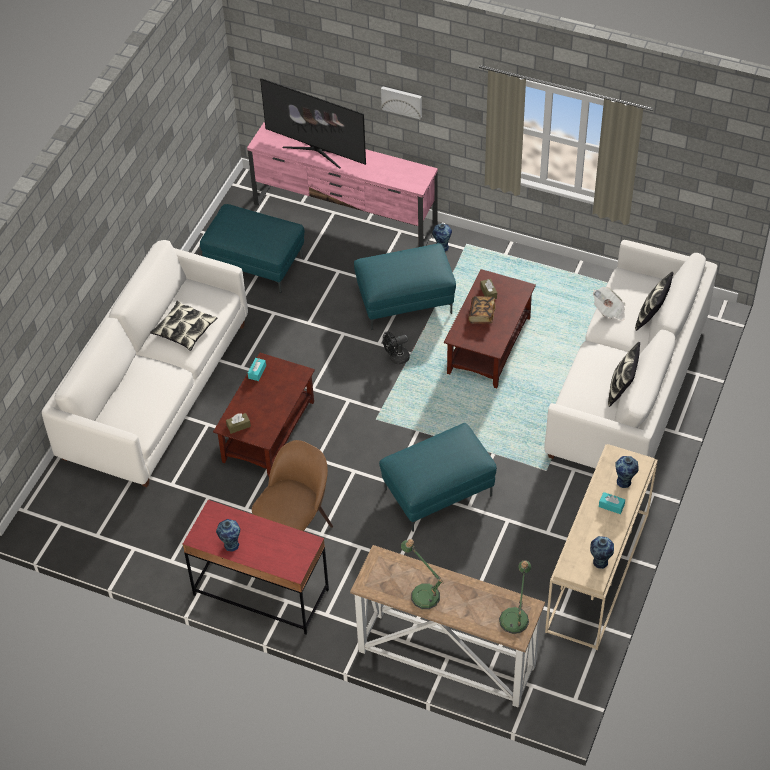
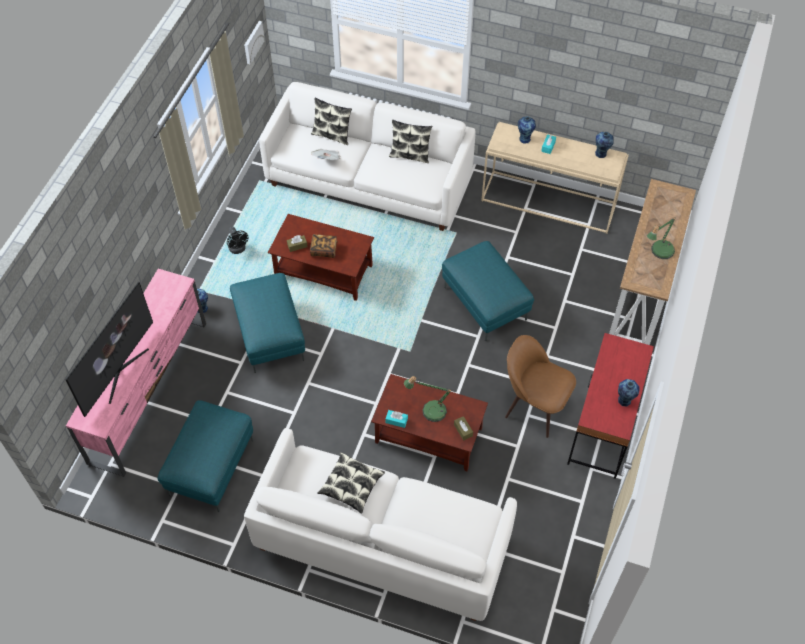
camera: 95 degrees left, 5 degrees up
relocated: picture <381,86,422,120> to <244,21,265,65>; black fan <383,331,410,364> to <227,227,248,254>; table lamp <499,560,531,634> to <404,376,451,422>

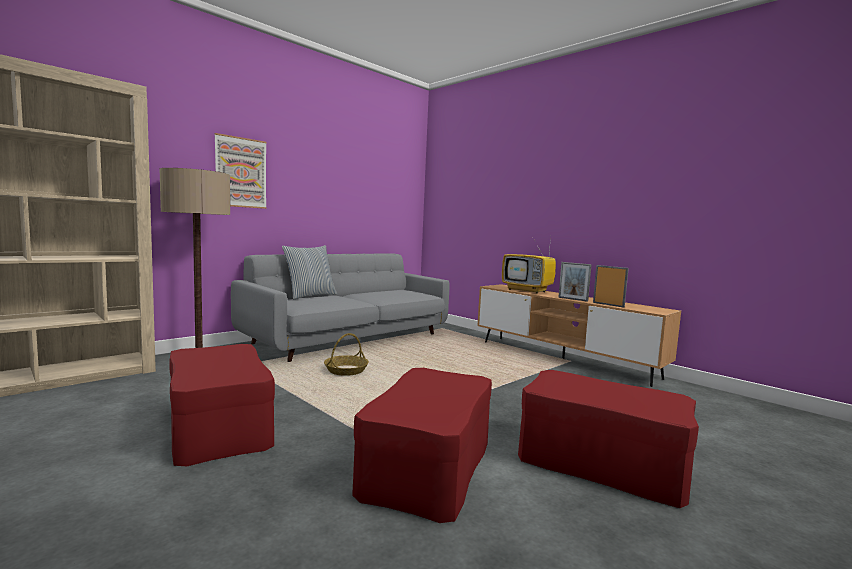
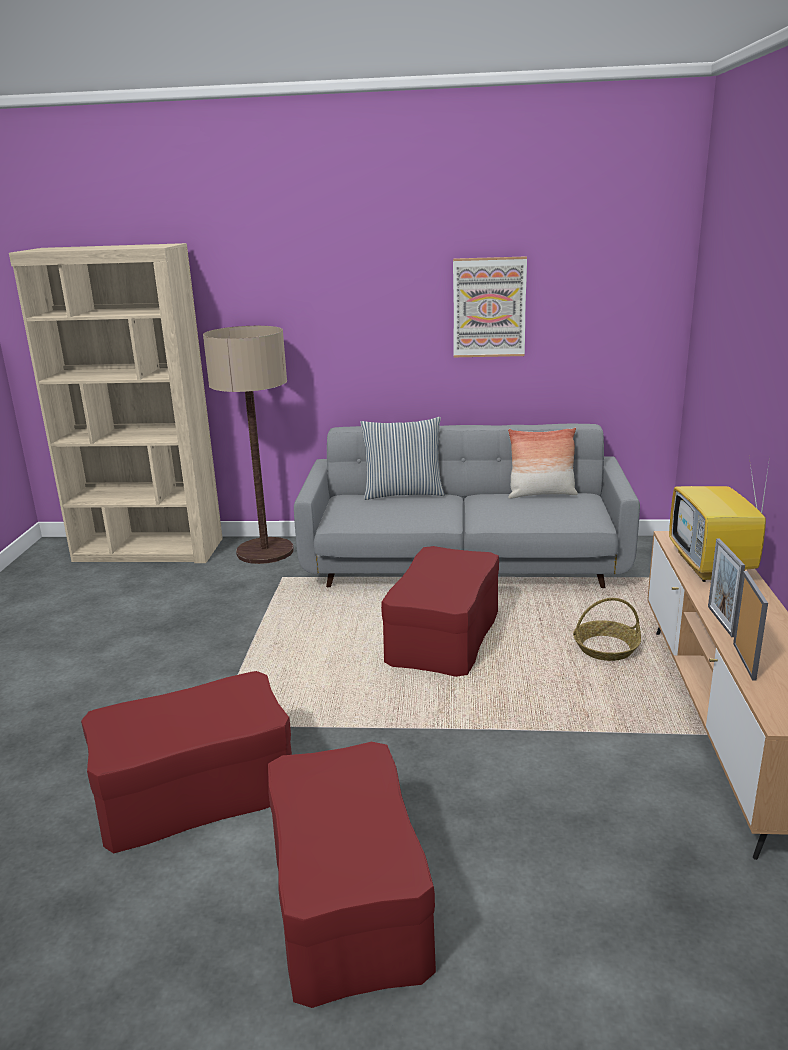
camera: 50 degrees right, 15 degrees up
appeared: pillow <508,428,578,499>
relocated: red ottoman <169,344,275,466> to <381,546,499,677>; picture <214,133,267,209> to <453,256,527,357>; basket <324,333,369,376> to <573,598,641,661>

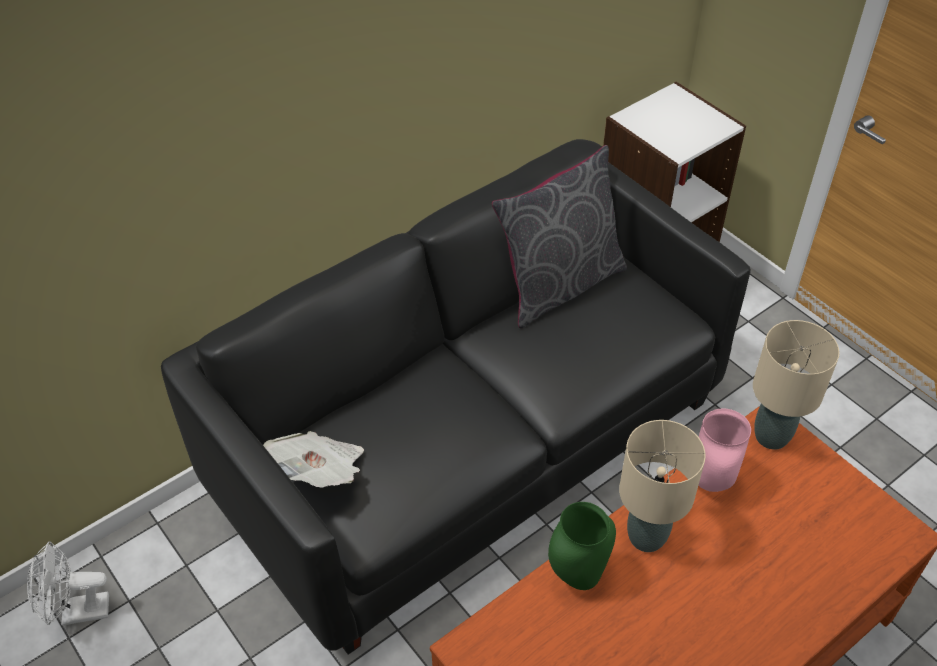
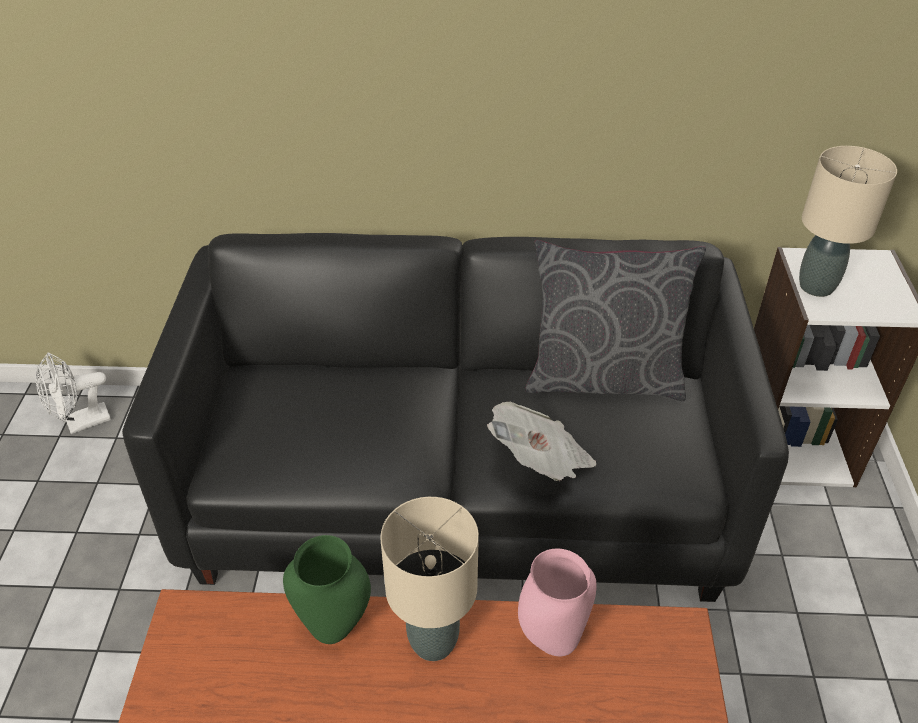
camera: 40 degrees right, 5 degrees down
relocated: newspaper <263,431,364,488> to <487,402,596,481>; beige table lamp <753,320,840,450> to <799,146,897,297>
spun: white fan <27,541,109,626> = <36,352,111,434> 60 degrees counterclockwise

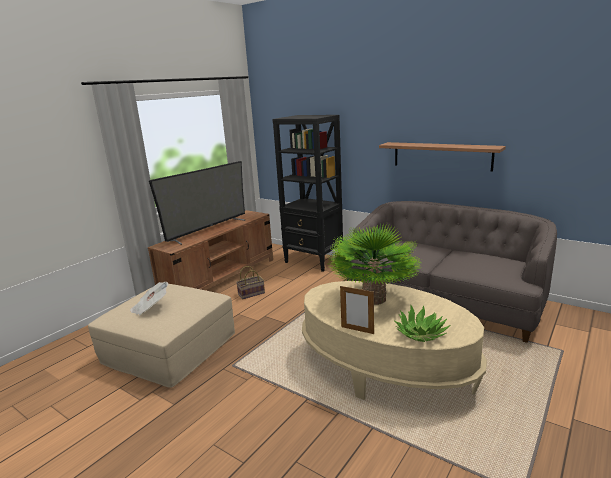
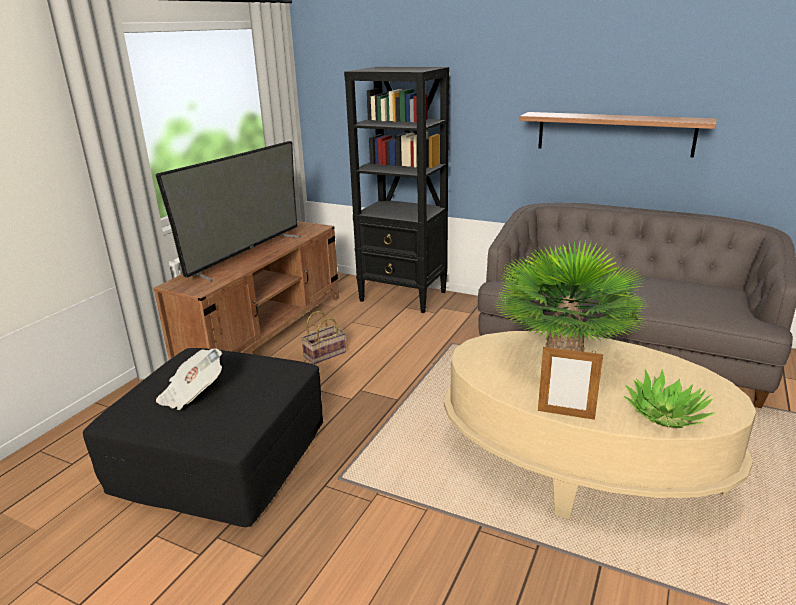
camera: 10 degrees left, 5 degrees up
colour: beige ottoman <88,284,235,388> to black ottoman <83,348,323,527>

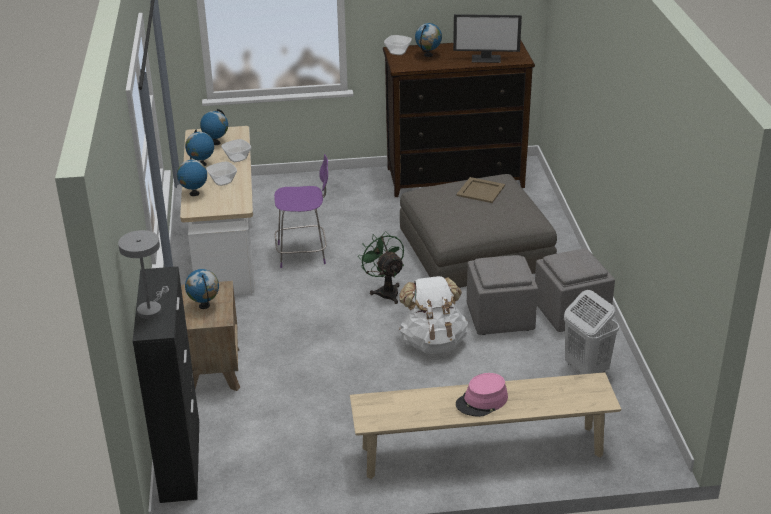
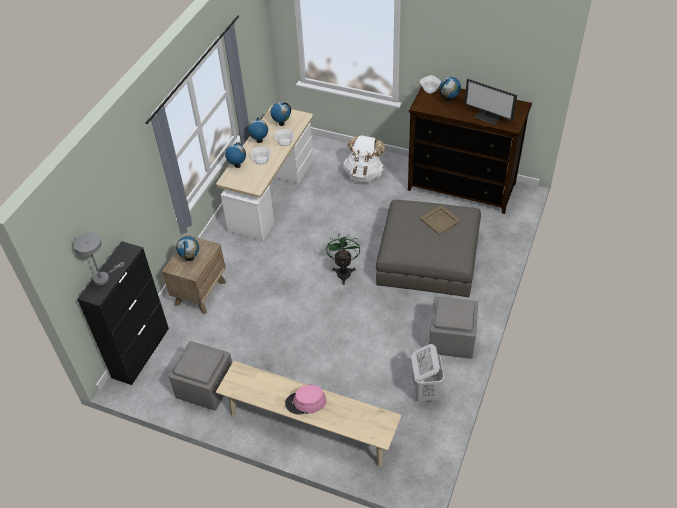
camera: 30 degrees right, 15 degrees up
missing: purple chair <274,154,328,268>
relocated: white backpack <399,276,468,354> to <343,135,385,183>; grey ottoman <467,255,538,335> to <169,341,232,410>

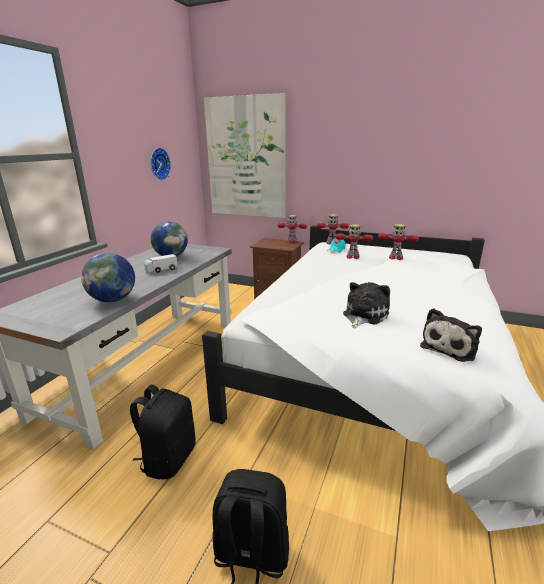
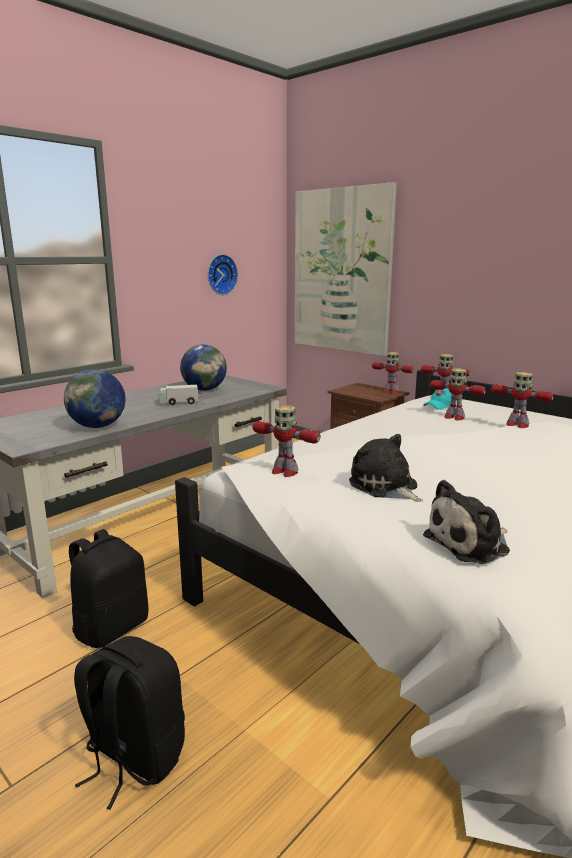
camera: 20 degrees right, 5 degrees down
appeared: toy robot <253,405,321,477>
spun: plush toy <343,282,390,328> = <349,434,423,502> 90 degrees counterclockwise

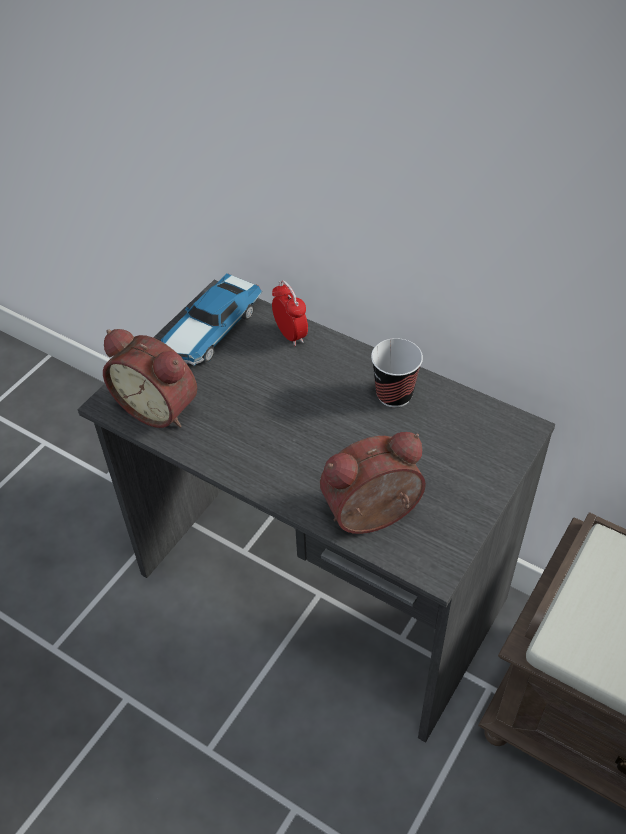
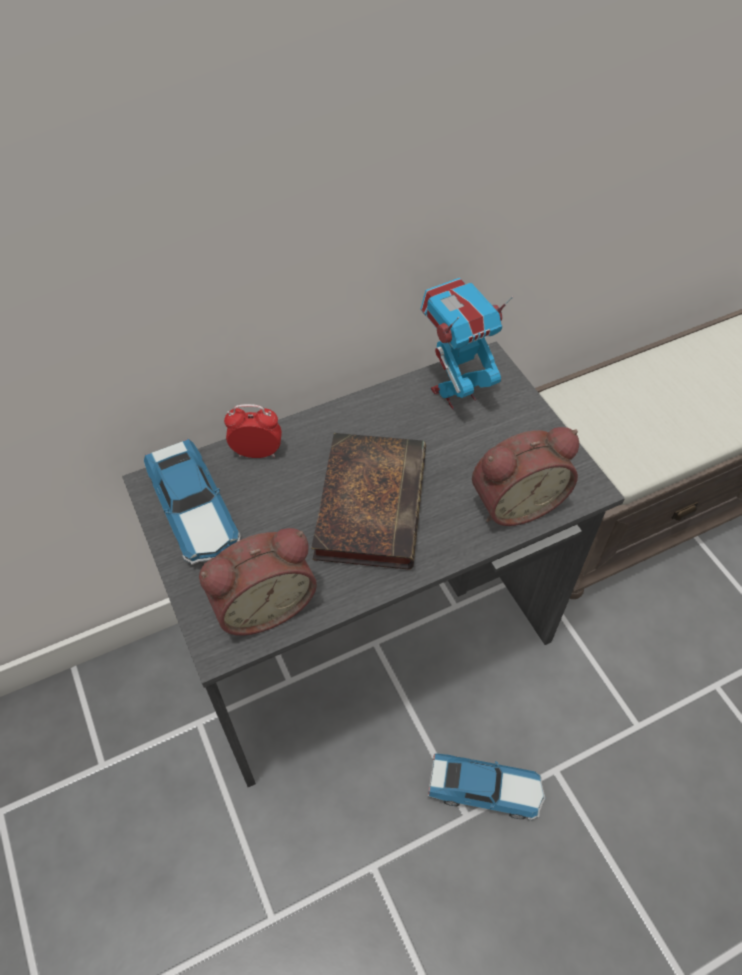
camera: 60 degrees left, 5 degrees up
missing: cup <371,338,423,408>
appeared: book <311,433,426,570>; toy robot <421,278,513,410>; toy car <428,753,545,820>
spun: alarm clock <320,432,426,534> = <472,427,579,526> 120 degrees counterclockwise

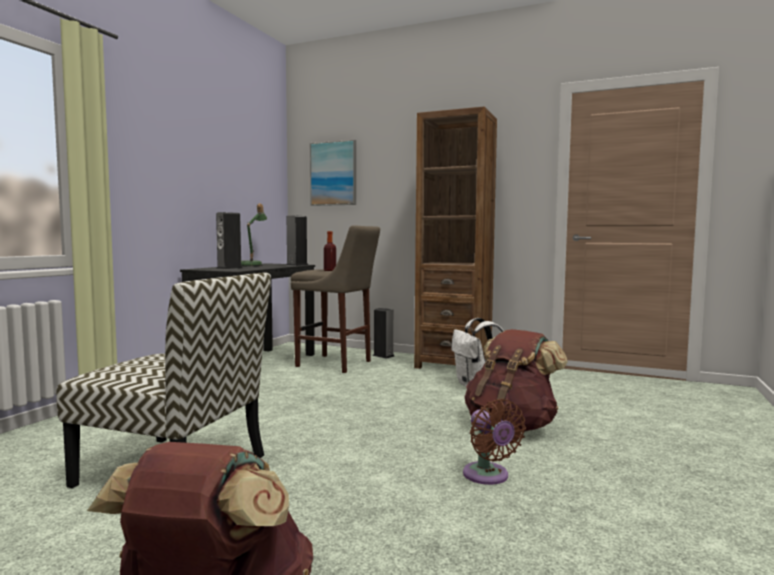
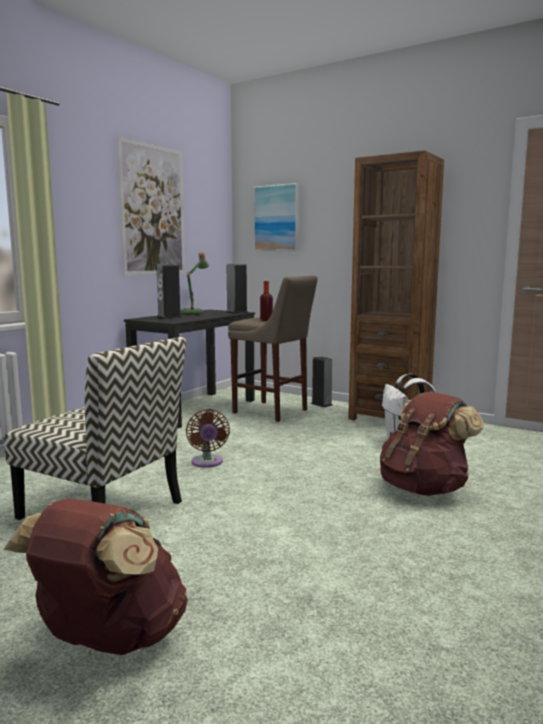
camera: 10 degrees right, 5 degrees up
appeared: picture <117,137,185,275>
relocated: brown fan <463,399,526,485> to <186,409,230,468>

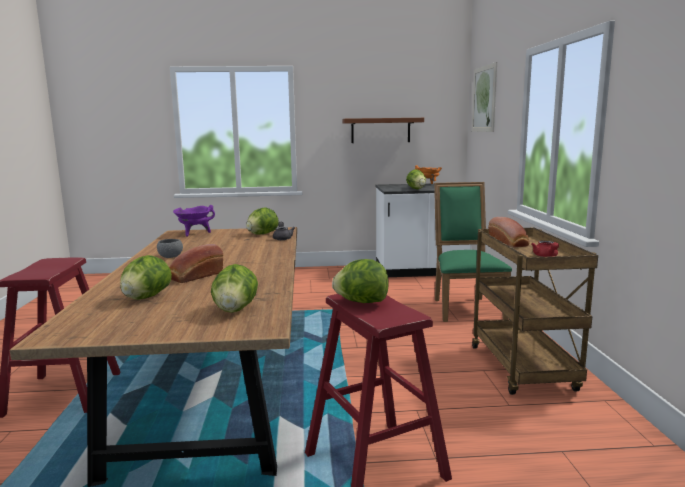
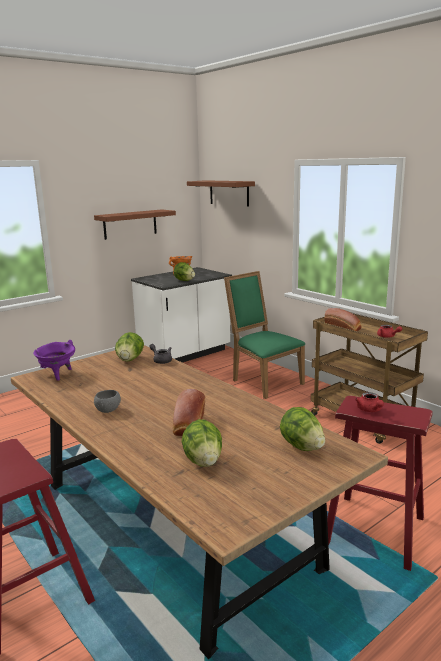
camera: 35 degrees left, 5 degrees up
exchanged: lettuce <332,259,388,303> to red teapot <355,392,384,412>; picture <472,62,497,132> to brown shelf <187,180,255,207>

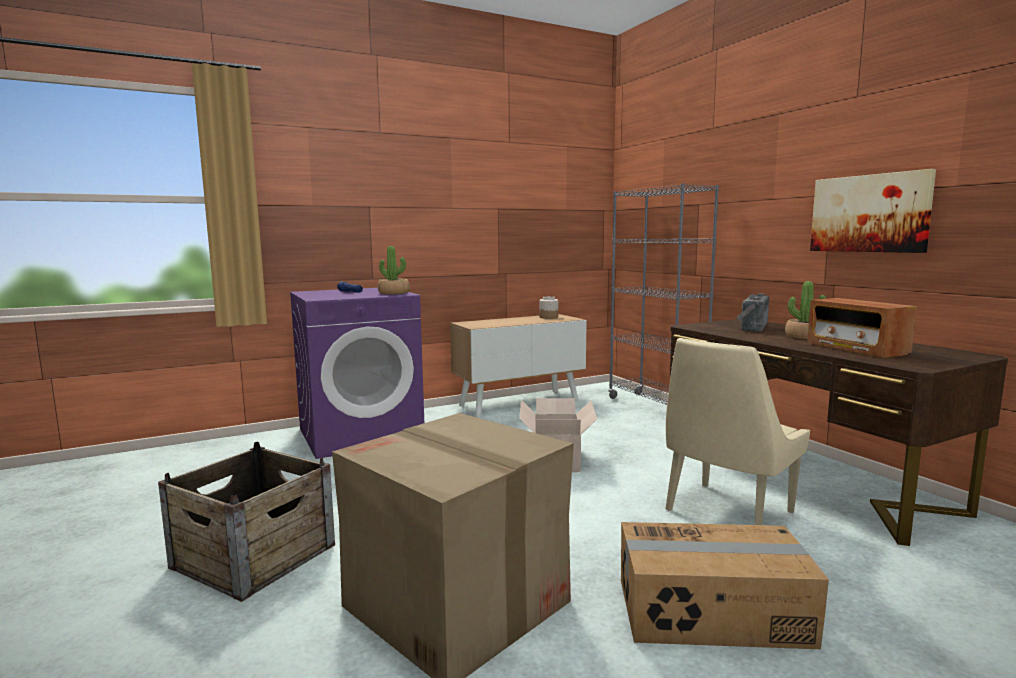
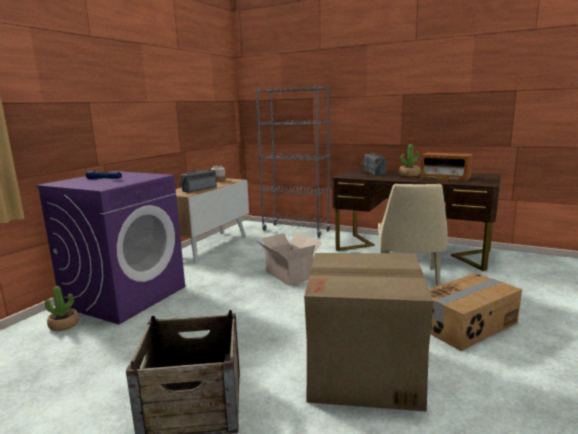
camera: 35 degrees left, 5 degrees up
missing: picture <810,169,936,253>
appeared: radio <179,169,217,193>
relocated: potted plant <378,246,410,294> to <45,286,79,331>

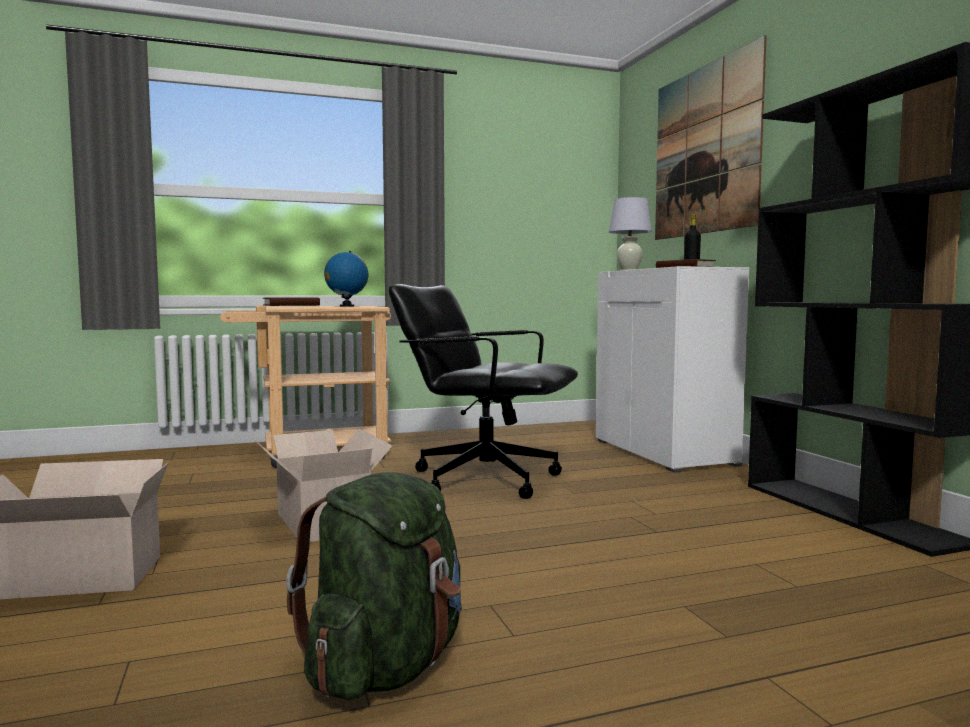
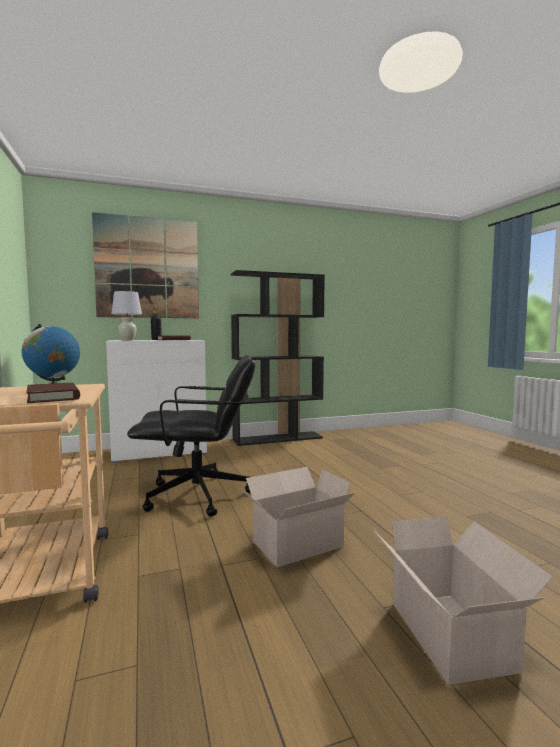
camera: 90 degrees left, 0 degrees up
missing: green backpack <286,472,462,700>
spun: black office chair <389,284,578,499> = <127,355,255,517> 120 degrees counterclockwise

